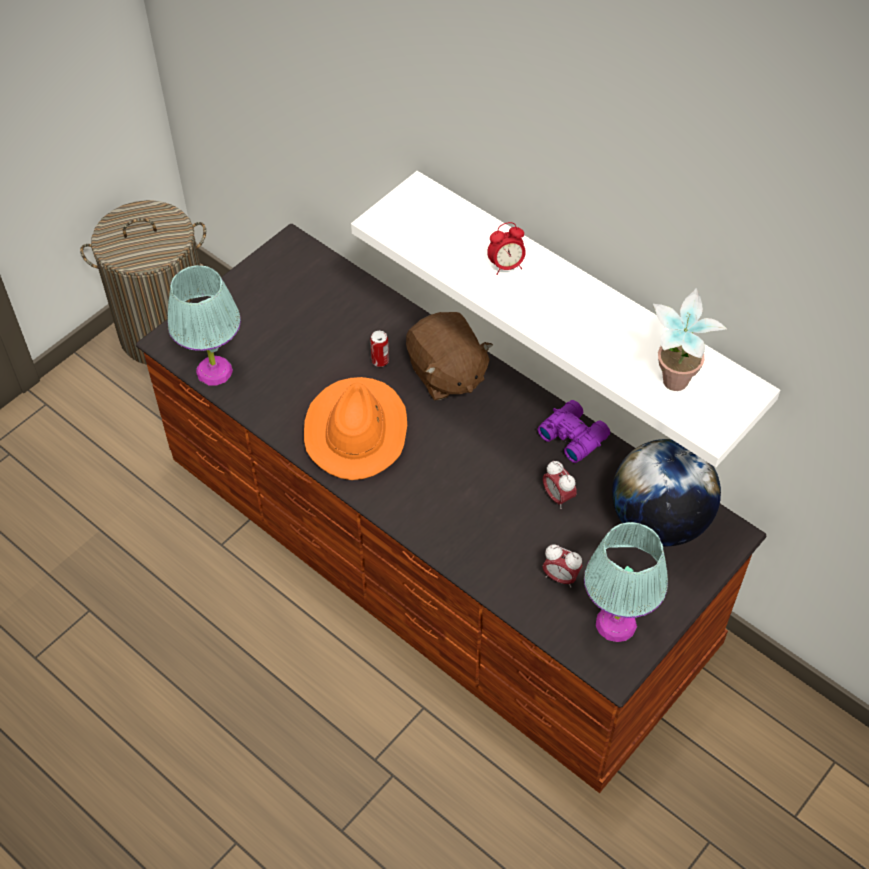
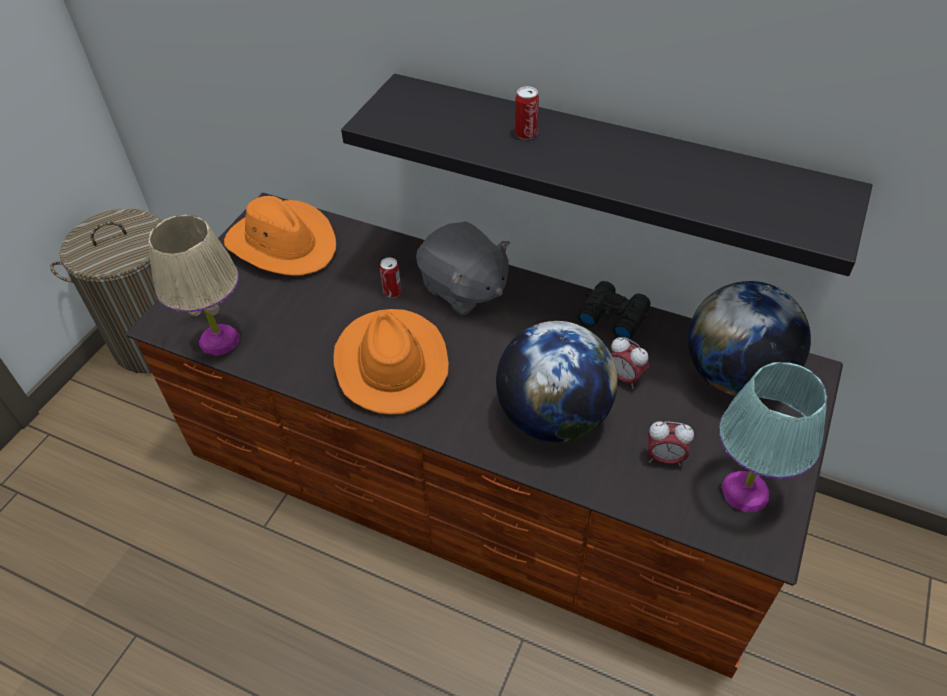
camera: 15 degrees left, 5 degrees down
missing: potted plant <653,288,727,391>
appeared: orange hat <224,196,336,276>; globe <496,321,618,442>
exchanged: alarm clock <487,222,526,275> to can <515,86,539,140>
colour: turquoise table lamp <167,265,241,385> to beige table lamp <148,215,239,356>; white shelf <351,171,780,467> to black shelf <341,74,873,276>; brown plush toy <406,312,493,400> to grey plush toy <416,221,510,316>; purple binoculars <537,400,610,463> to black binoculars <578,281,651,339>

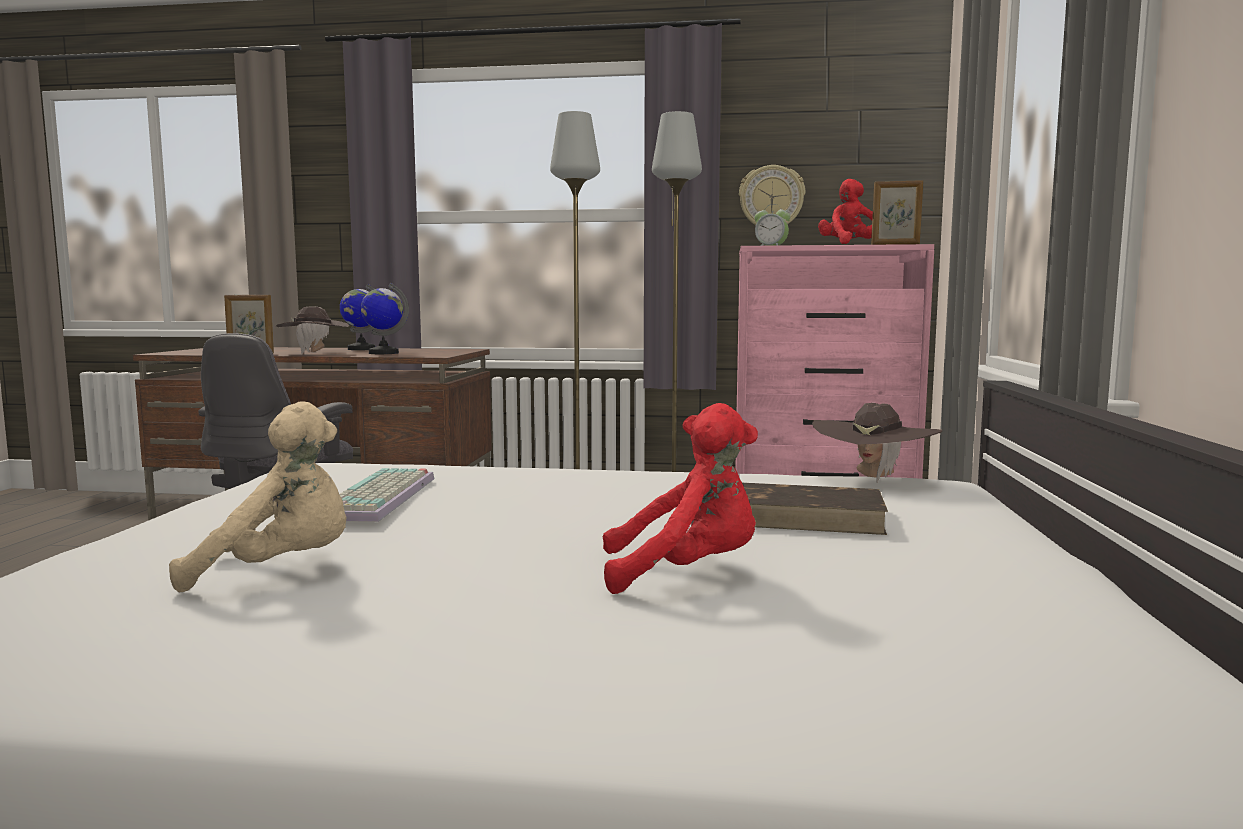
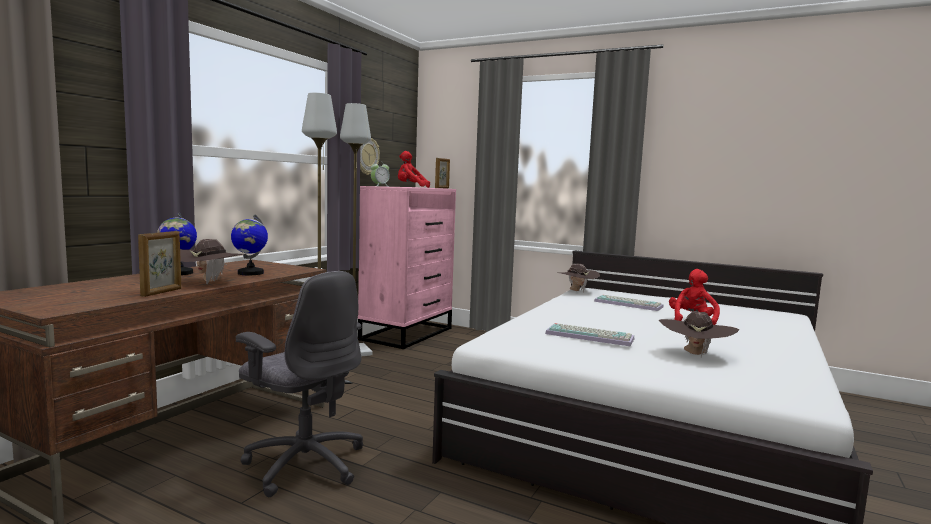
camera: 70 degrees left, 0 degrees up
exchanged: beige plush toy <169,402,347,593> to brown hat <659,311,739,357>; brown book <742,483,888,535> to keyboard <594,295,664,311>

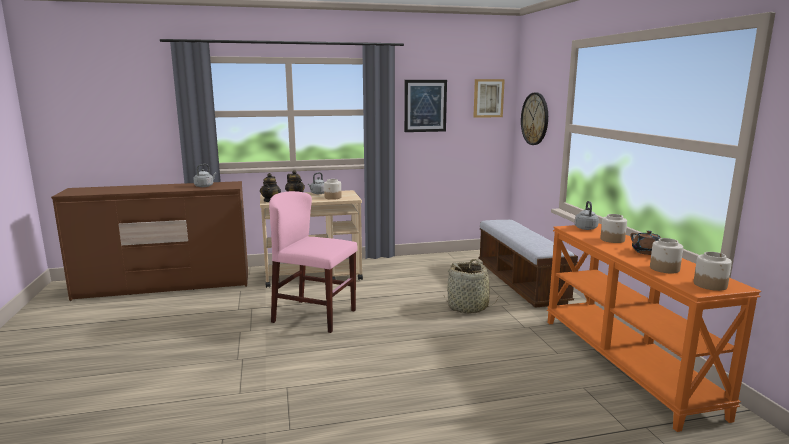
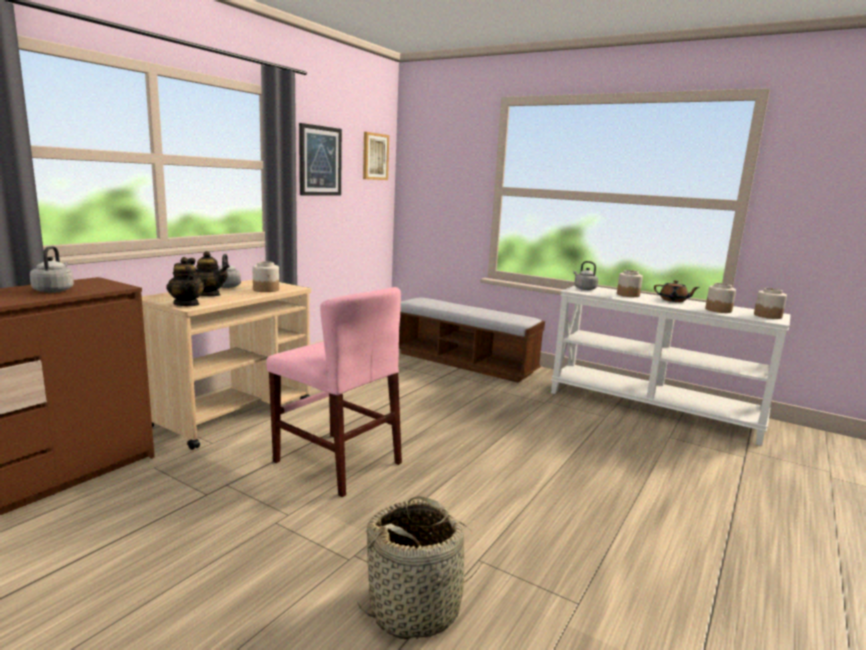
camera: 45 degrees left, 0 degrees up
missing: wall clock <521,93,548,145>
relocated: basket <444,259,498,314> to <357,496,482,639>
colour: orange console table <547,224,761,432> to white console table <551,286,790,446>
spun: pink chair <269,191,358,333> = <266,287,402,497> 120 degrees counterclockwise

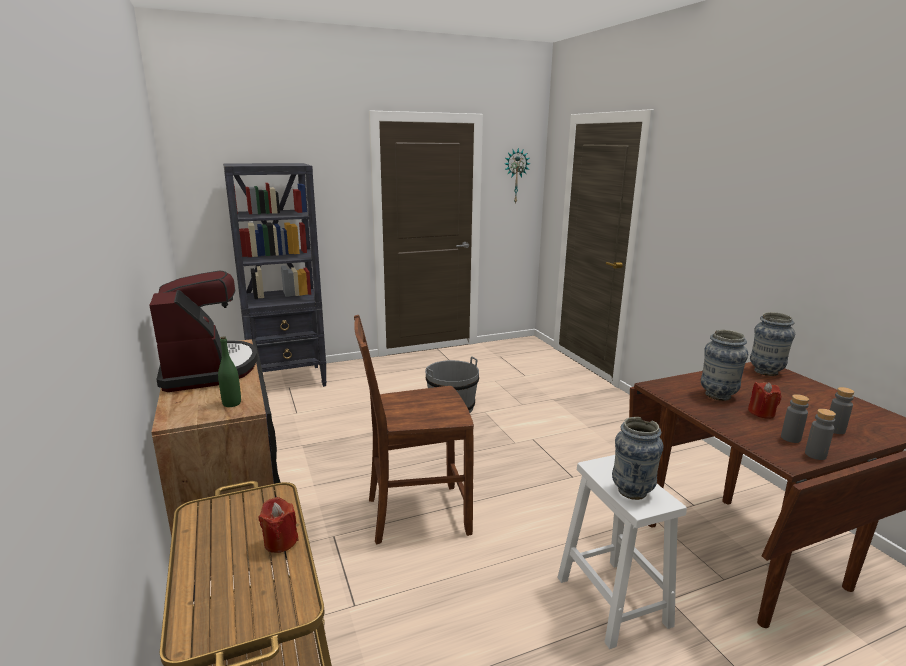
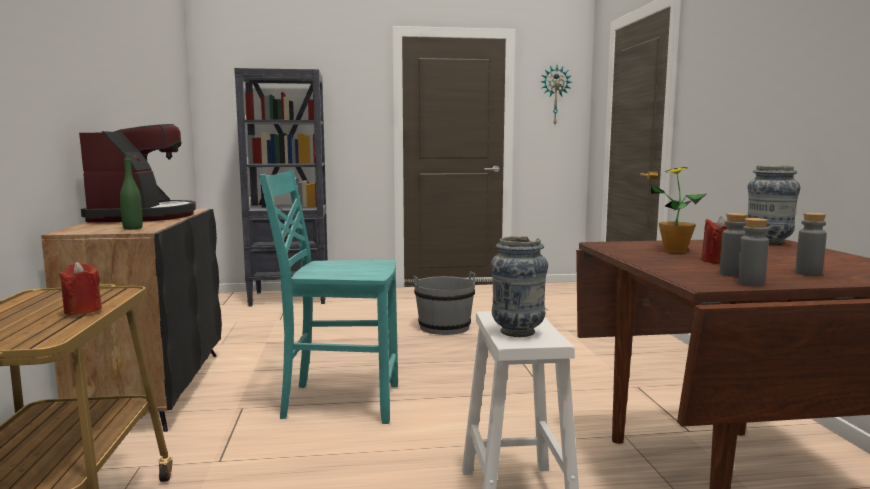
camera: 15 degrees right, 10 degrees down
exchanged: vase <701,330,748,401> to potted plant <651,167,707,253>
colour: brown chair <354,315,474,544> to turquoise chair <259,170,398,424>

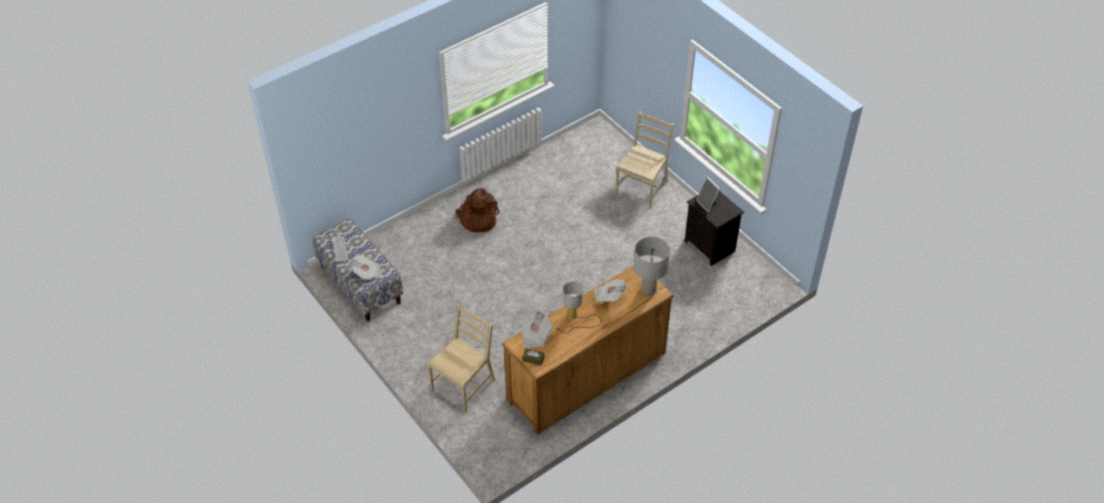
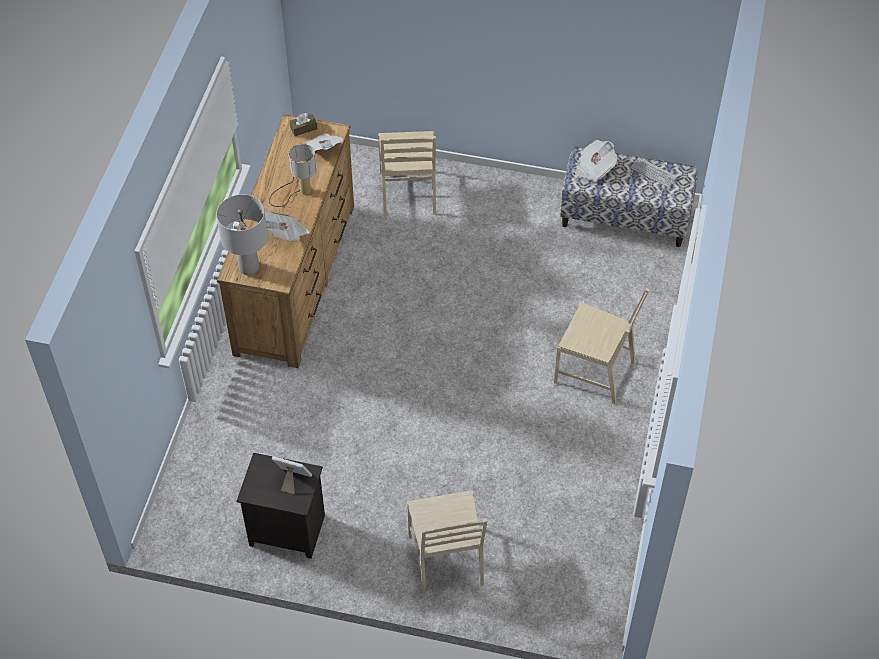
camera: 140 degrees right, 5 degrees up
exchanged: brown backpack <455,188,500,232> to beige chair <554,288,650,404>

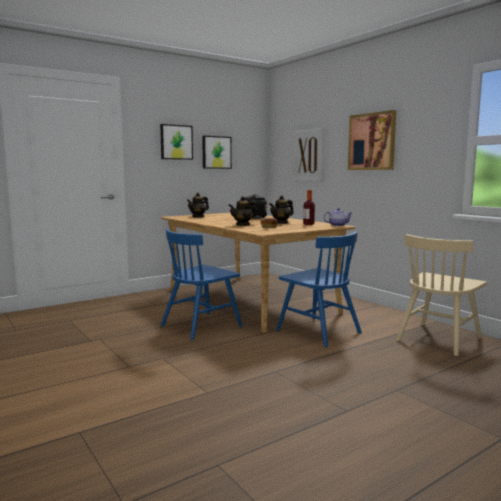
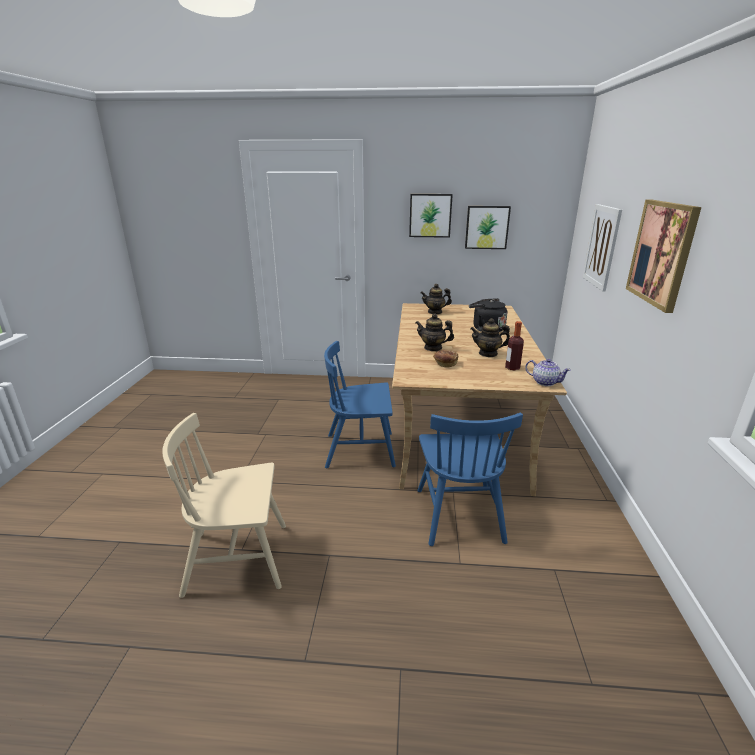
camera: 40 degrees right, 15 degrees up
relocated: beige chair <396,234,487,356> to <162,413,286,598>

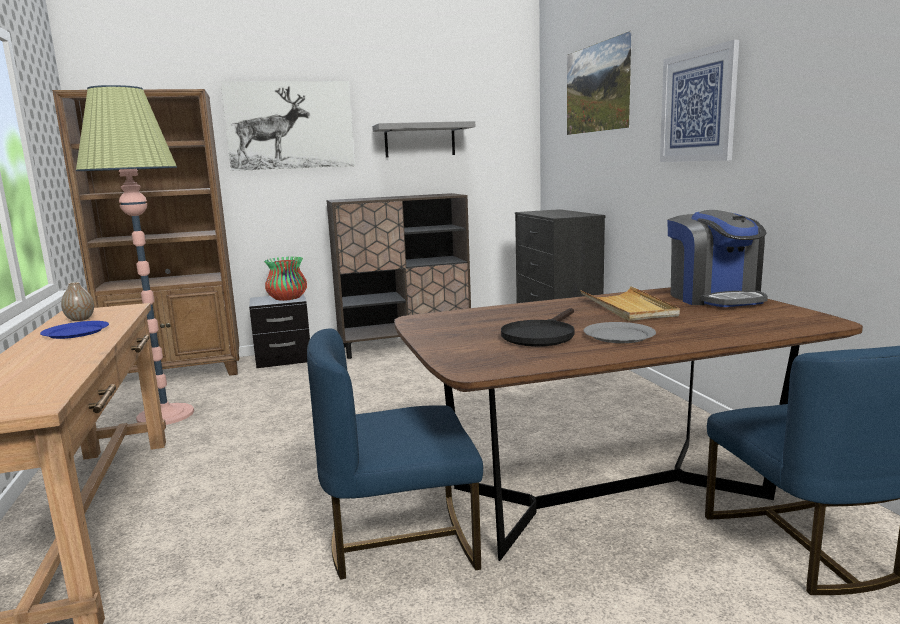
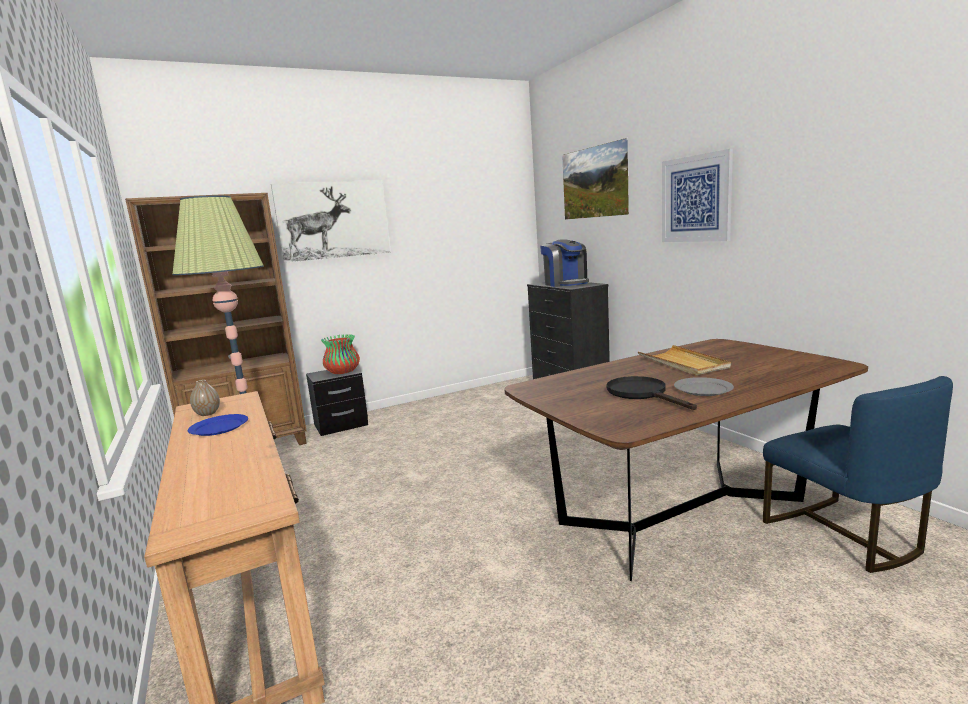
camera: 10 degrees left, 0 degrees up
missing: blue chair <307,328,483,580>; brown cabinet <326,193,471,359>; grey shelf <372,121,475,158>
relocated: coffee machine <667,210,768,307> to <540,239,589,287>
spun: black frying pan <501,308,574,347> = <607,376,697,410> 135 degrees clockwise

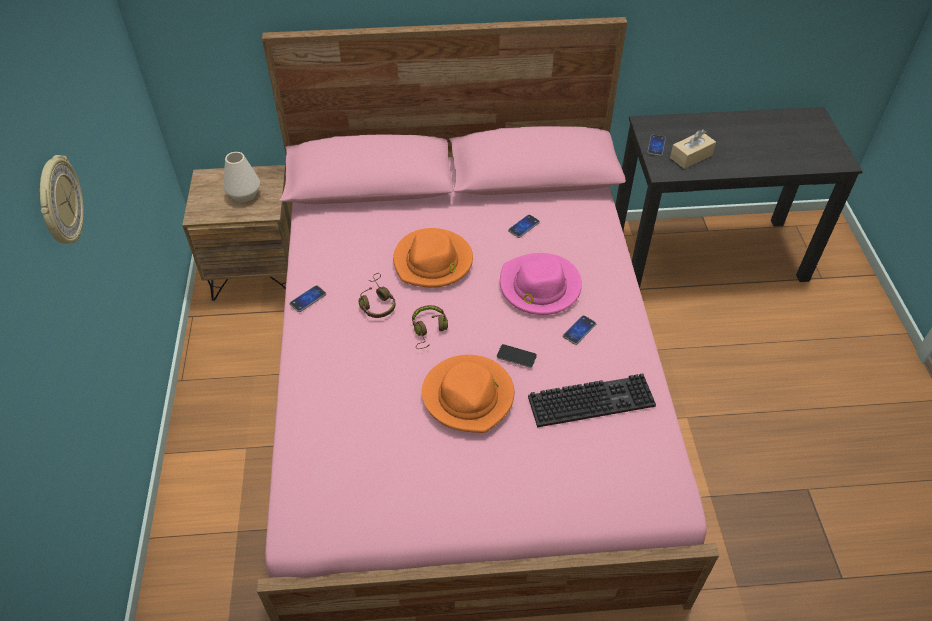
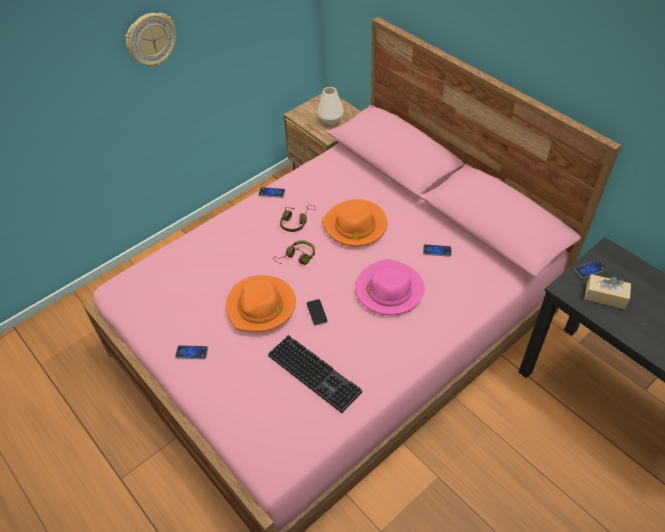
camera: 55 degrees right, 0 degrees up
relocated: phone <563,315,596,345> to <175,345,208,359>

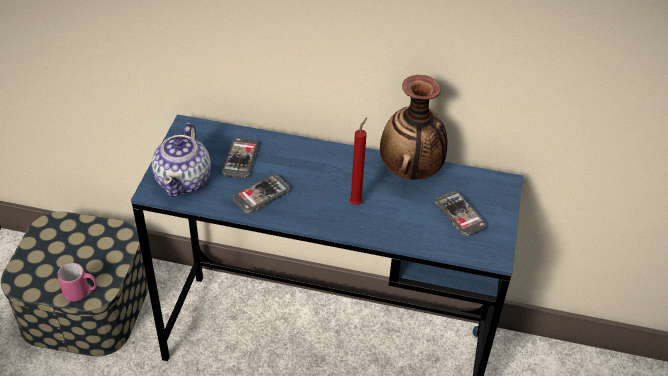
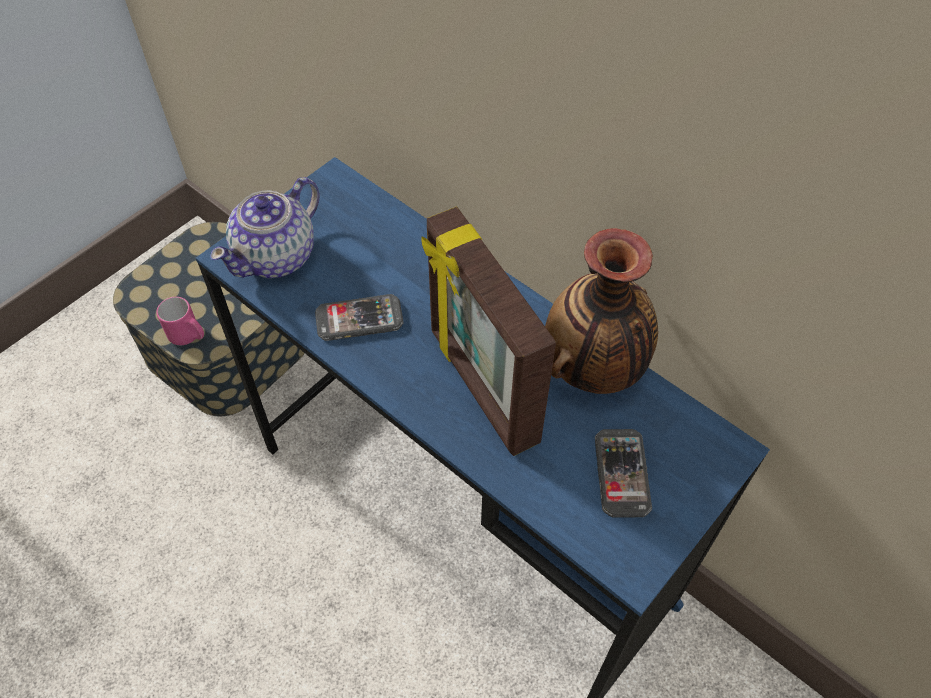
camera: 30 degrees right, 10 degrees up
missing: phone <222,137,259,179>
exchanged: red candle <350,118,367,205> to picture frame <421,207,556,456>

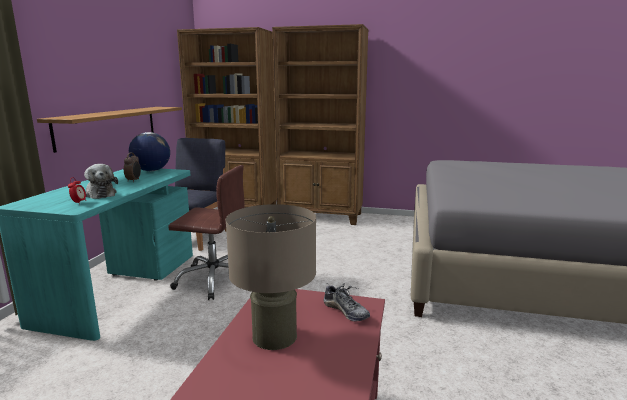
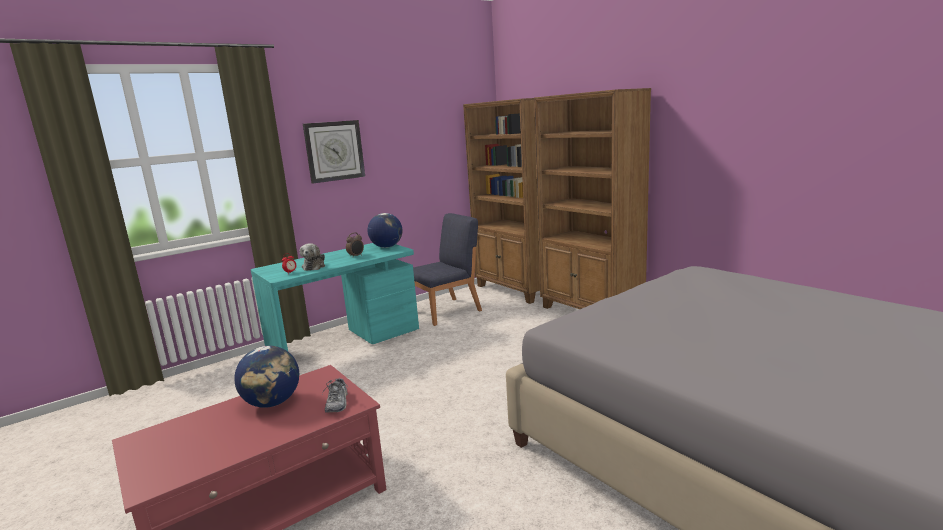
camera: 40 degrees right, 0 degrees up
missing: shelf <37,107,182,153>; brown office chair <168,165,244,300>
appeared: wall clock <303,120,365,184>
exchanged: beige table lamp <226,204,316,350> to globe <234,346,299,408>

